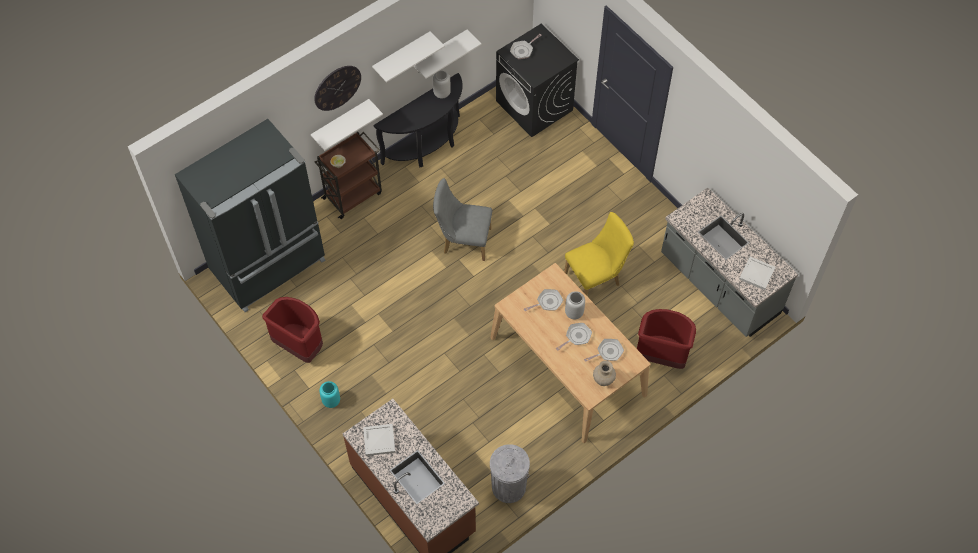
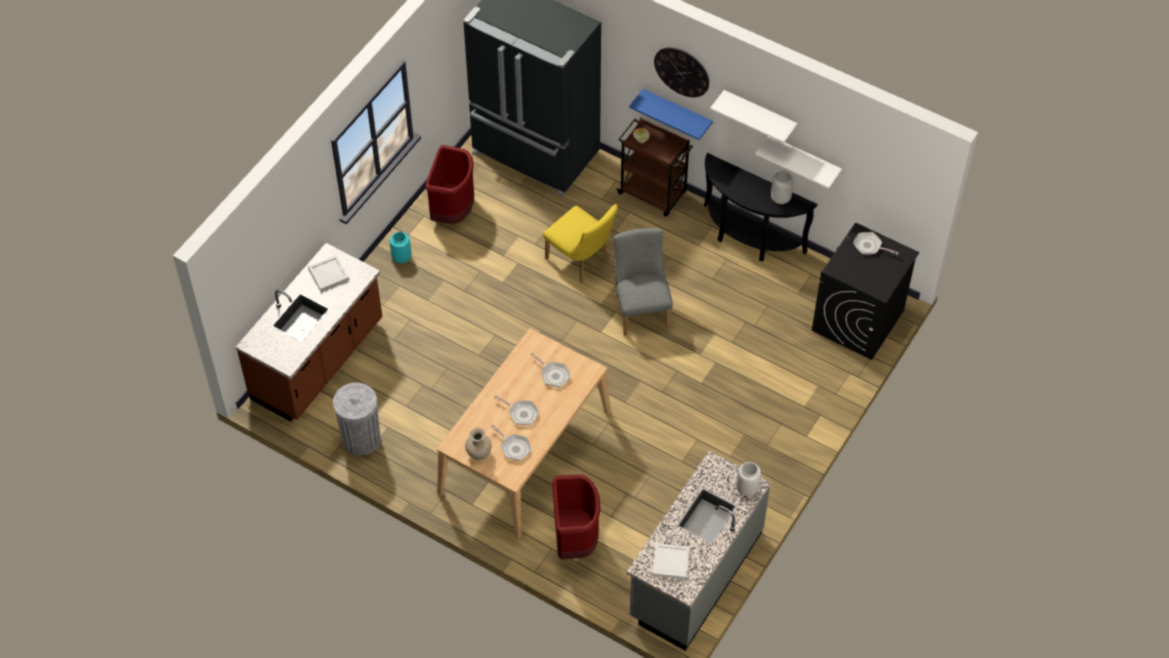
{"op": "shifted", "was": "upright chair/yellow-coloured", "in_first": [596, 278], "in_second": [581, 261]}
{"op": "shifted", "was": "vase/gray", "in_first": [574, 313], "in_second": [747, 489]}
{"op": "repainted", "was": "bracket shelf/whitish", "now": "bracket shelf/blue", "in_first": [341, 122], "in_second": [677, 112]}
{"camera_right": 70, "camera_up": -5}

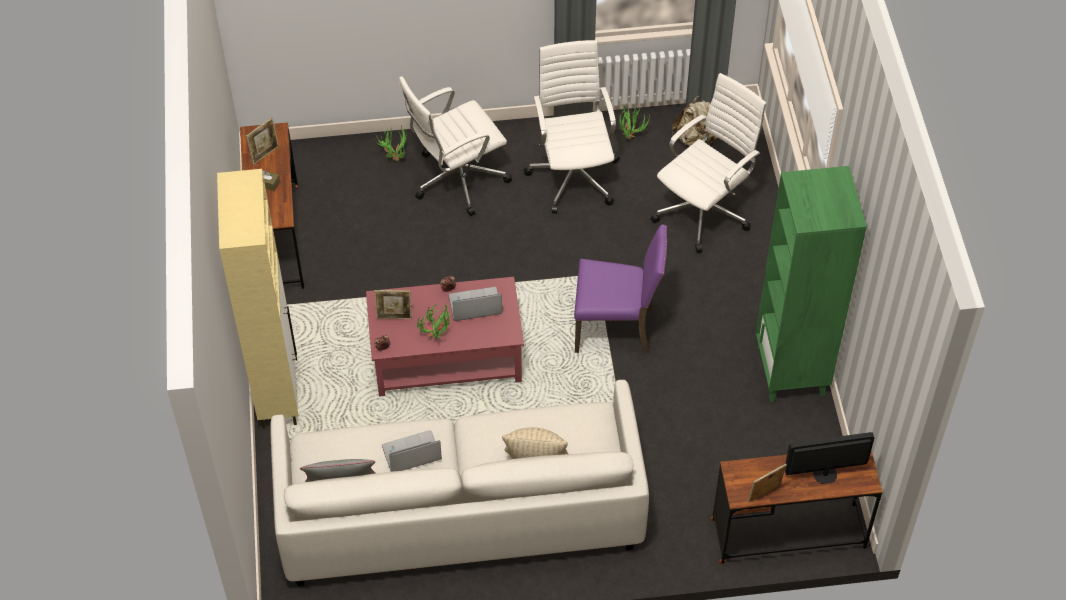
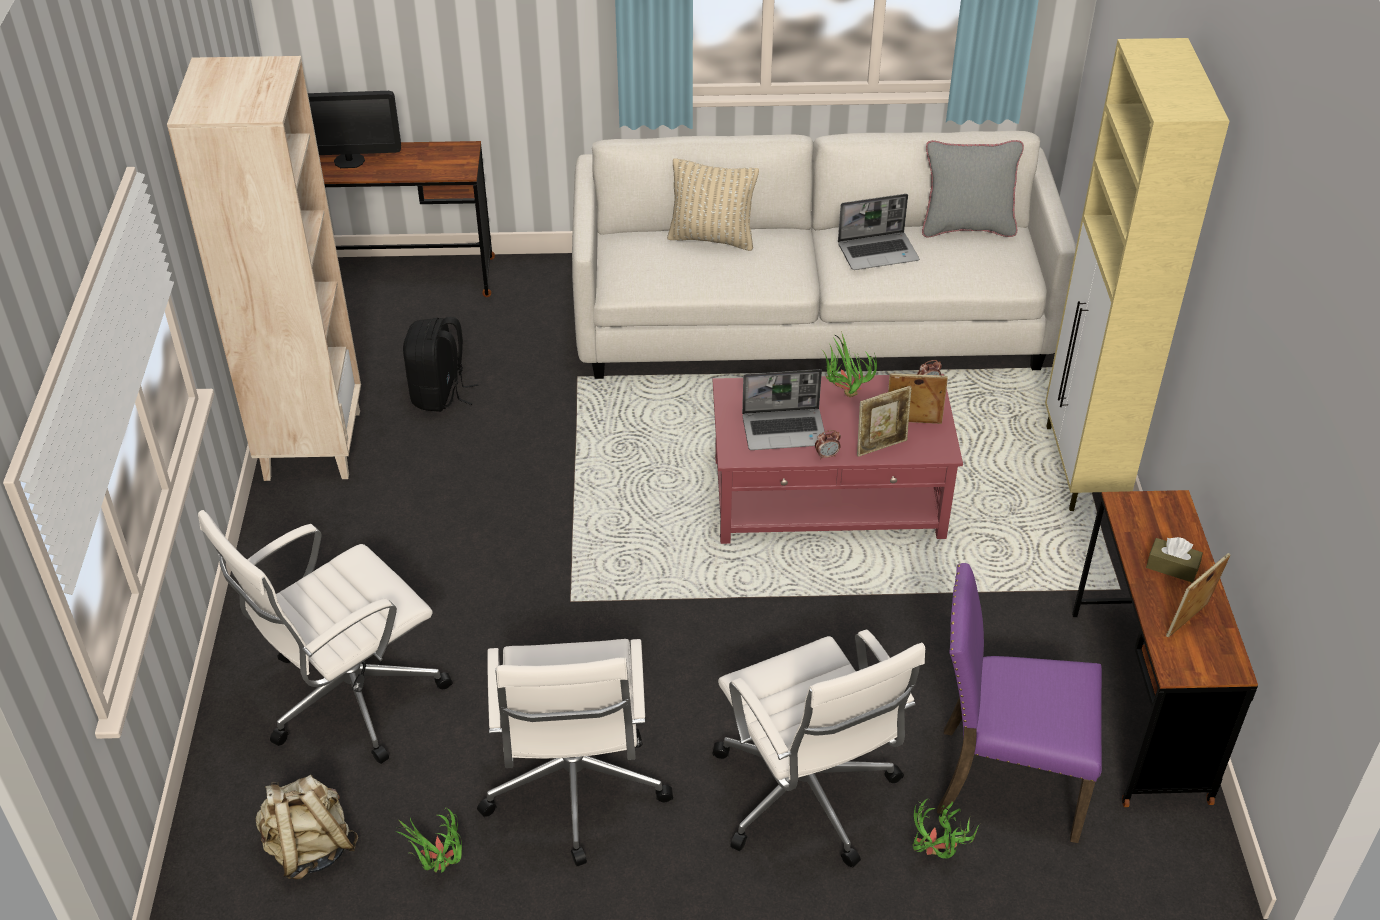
{"op": "new", "now": "knapsack/black-coloured", "in_second": [440, 394]}
{"op": "shifted", "was": "upright chair/purplish", "in_first": [616, 328], "in_second": [1004, 779]}
{"op": "shifted", "was": "photo frame", "in_first": [764, 495], "in_second": [881, 446]}
{"op": "repainted", "was": "bookshelf/green-coloured", "now": "bookshelf/sand-coloured", "in_first": [791, 371], "in_second": [312, 444]}
{"op": "rotated", "was": "computer chair/whitish", "in_first": [457, 179], "in_second": [806, 796], "clockwise": 90}
{"camera_right": -175, "camera_up": -10}

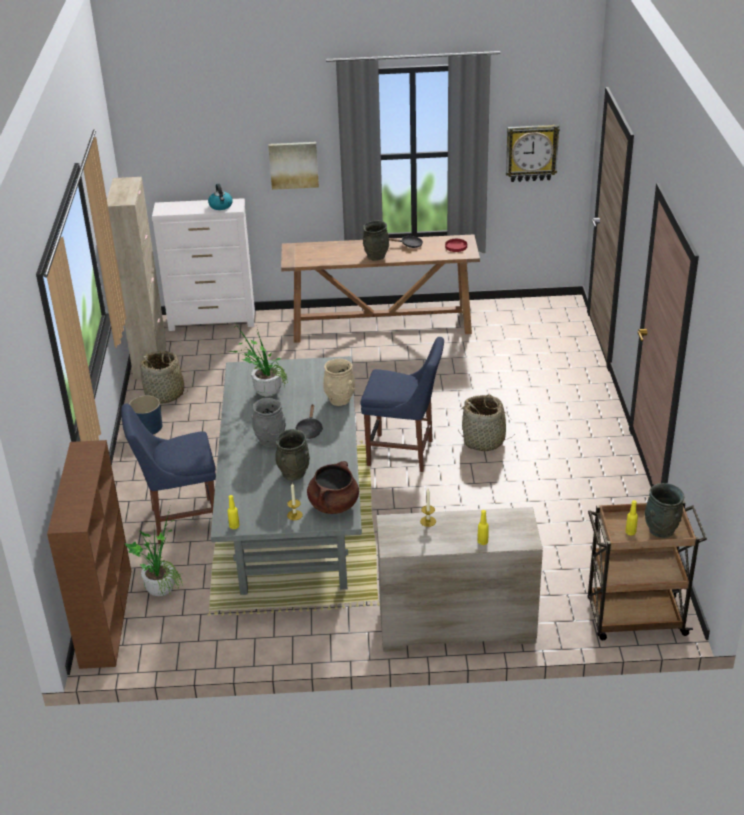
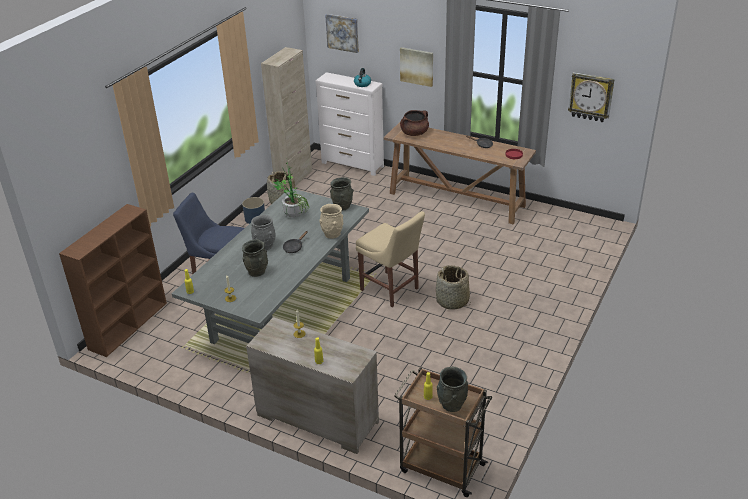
{"op": "gone", "was": "potted plant", "in_first": [161, 586]}
{"op": "new", "now": "picture", "in_second": [342, 33]}
{"op": "shifted", "was": "cooking pot/brown", "in_first": [334, 505], "in_second": [414, 133]}
{"op": "shifted", "was": "vase/gray", "in_first": [376, 256], "in_second": [342, 206]}
{"op": "repainted", "was": "upright chair/blue", "now": "upright chair/sand-coloured", "in_first": [404, 453], "in_second": [391, 290]}
{"camera_right": 30, "camera_up": 0}

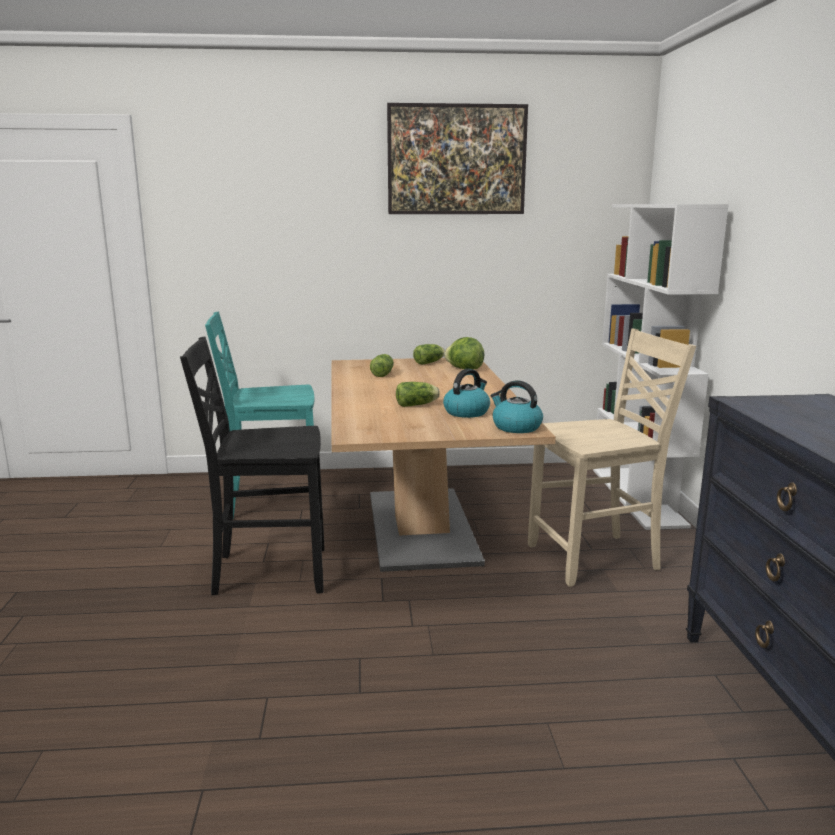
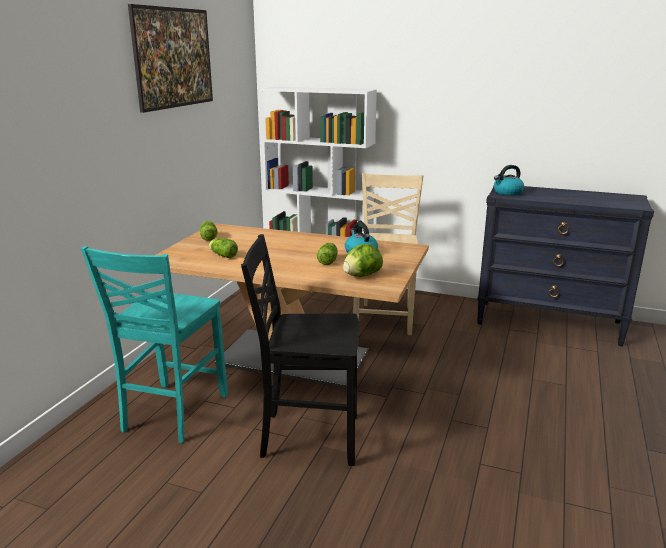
{"op": "shifted", "was": "lettuce", "in_first": [464, 369], "in_second": [362, 275]}
{"op": "shifted", "was": "kettle", "in_first": [515, 427], "in_second": [507, 193]}
{"op": "rotated", "was": "upright chair/black-coloured", "in_first": [268, 572], "in_second": [308, 436], "clockwise": 75}
{"camera_right": -65, "camera_up": 5}

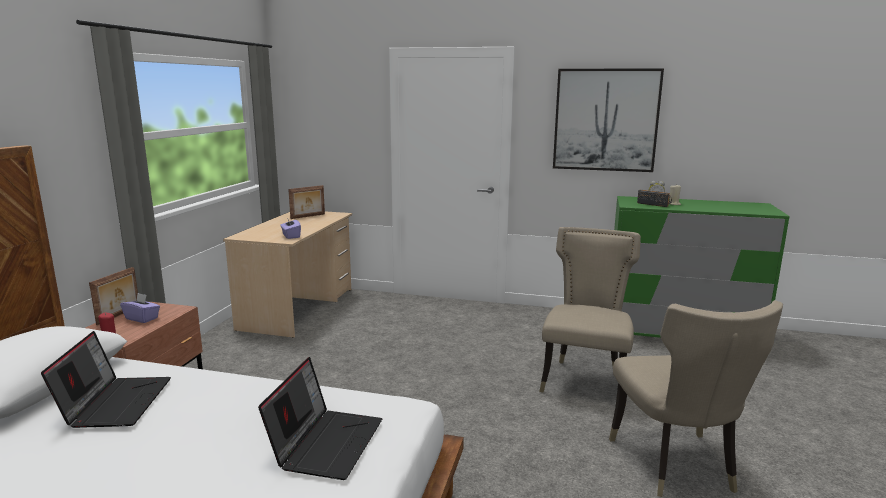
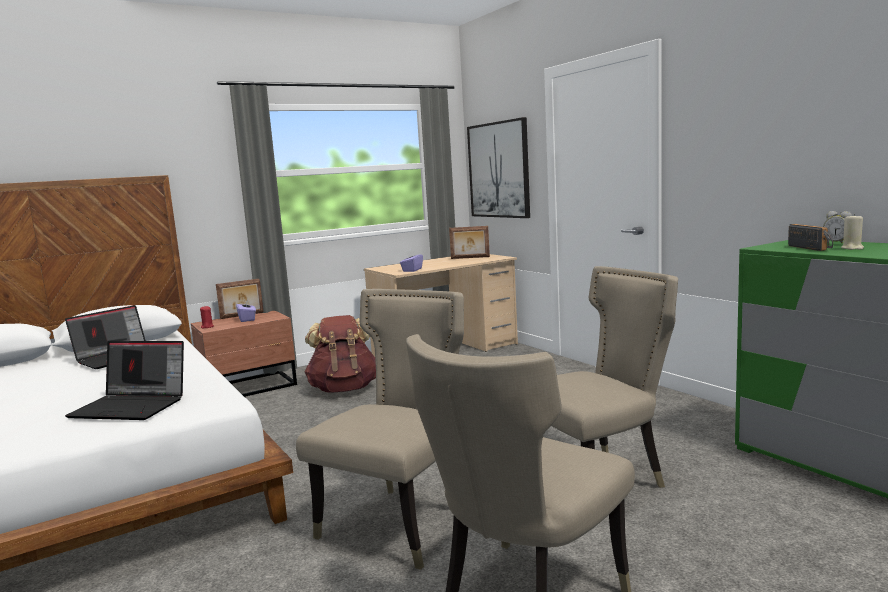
{"op": "new", "now": "upright chair/sand-coloured", "in_second": [400, 522]}
{"op": "new", "now": "knapsack/brown", "in_second": [344, 389]}
{"op": "shifted", "was": "picture", "in_first": [605, 120], "in_second": [499, 170]}
{"op": "rotated", "was": "laptop", "in_first": [326, 442], "in_second": [132, 406], "clockwise": 45}
{"camera_right": 45, "camera_up": -5}

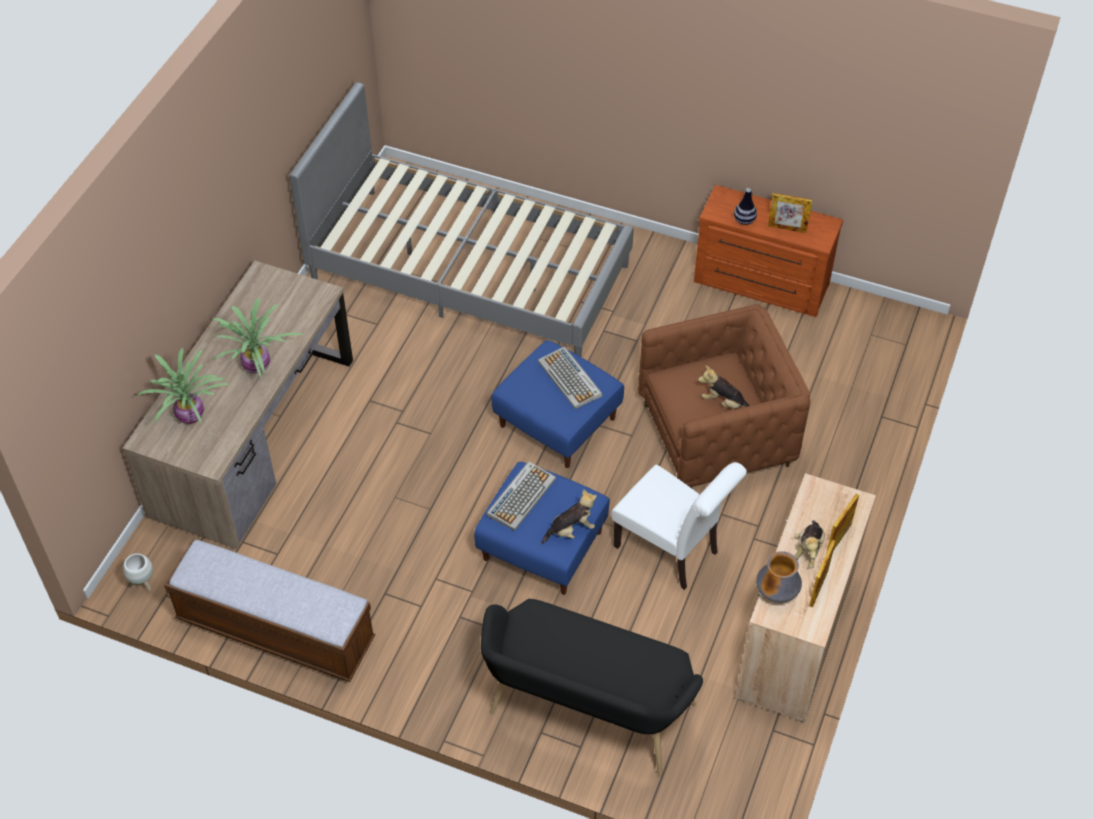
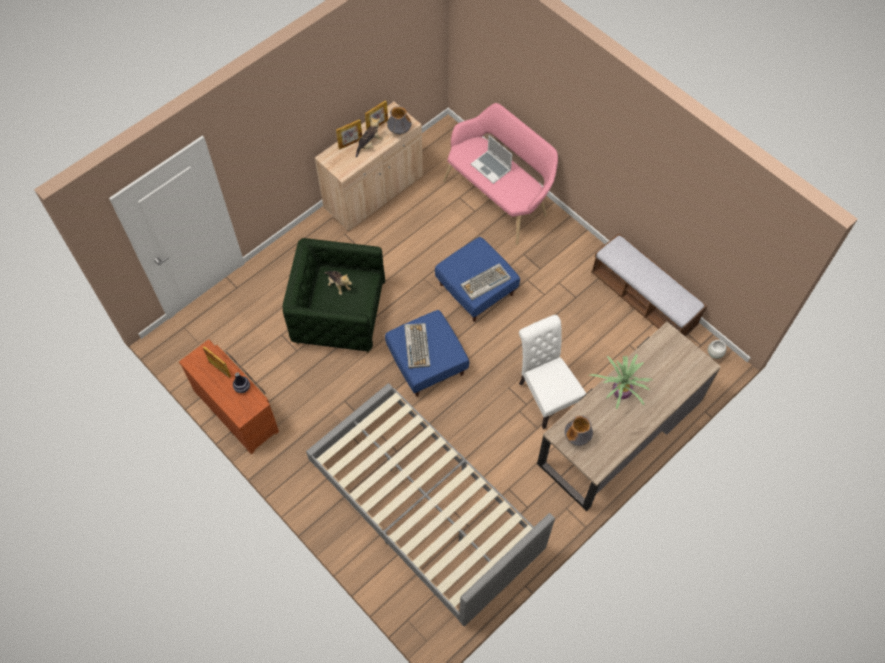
{"op": "gone", "was": "potted plant", "in_first": [191, 415]}
{"op": "gone", "was": "cuddly toy", "in_first": [571, 530]}
{"op": "new", "now": "laptop", "in_second": [491, 167]}
{"op": "new", "now": "vase", "in_second": [577, 437]}
{"op": "shifted", "was": "upright chair/whitish", "in_first": [672, 552], "in_second": [545, 394]}
{"op": "repainted", "was": "bench/black-coloured", "now": "bench/pink-coloured", "in_first": [585, 715], "in_second": [499, 196]}
{"op": "repainted", "was": "lounge chair/brown", "now": "lounge chair/green-coloured", "in_first": [715, 435], "in_second": [339, 315]}
{"camera_right": -155, "camera_up": 10}

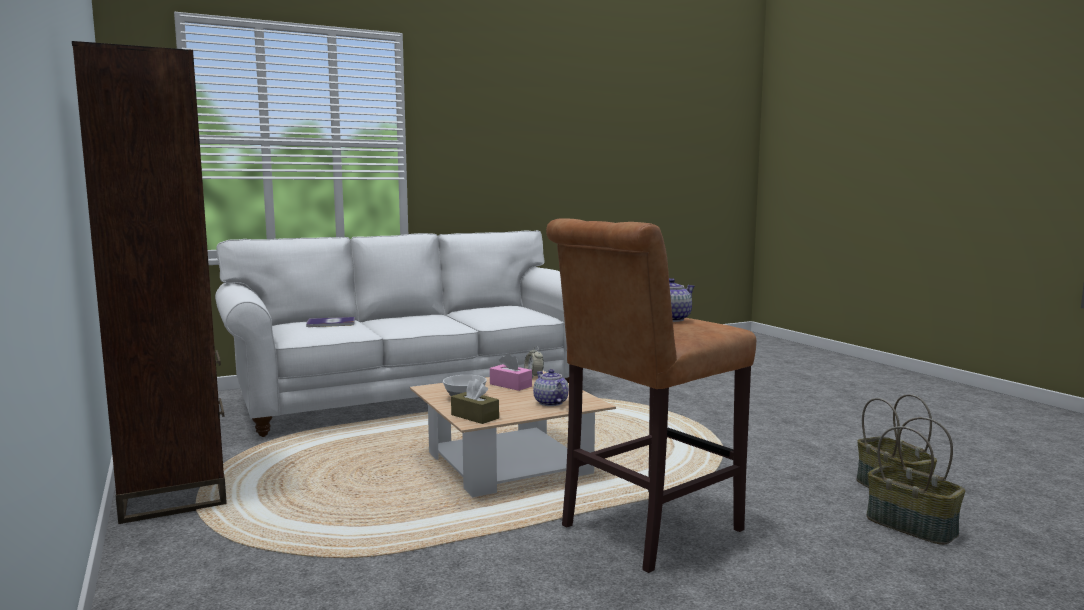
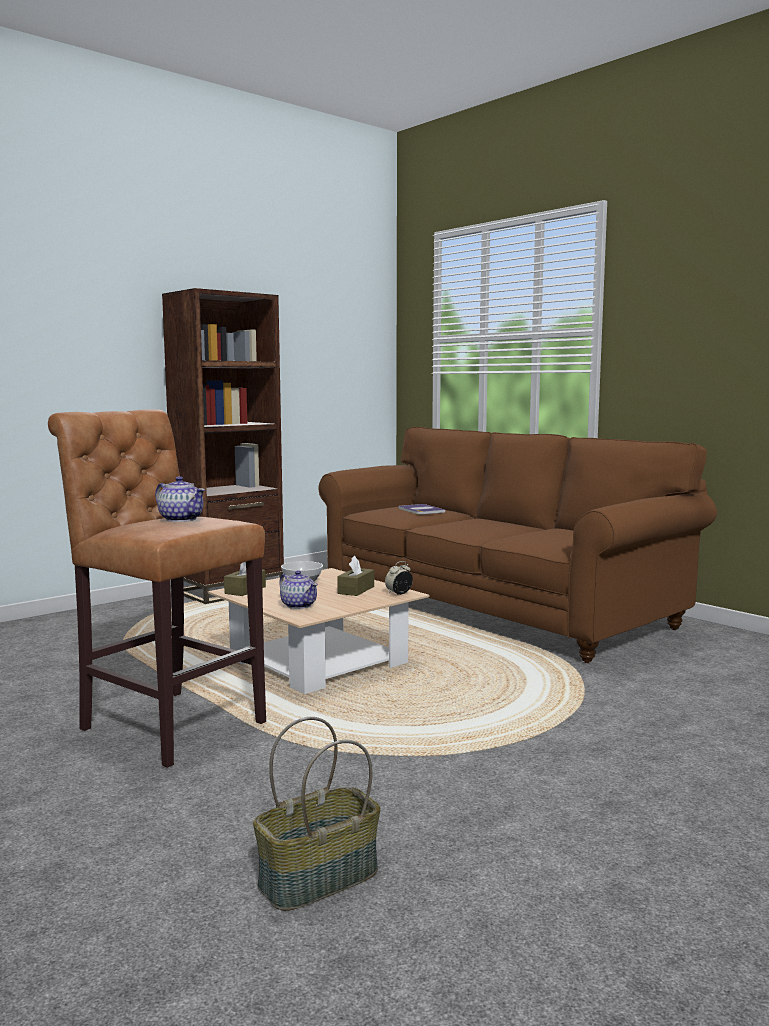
{"op": "gone", "was": "household basket", "in_first": [912, 526]}
{"op": "repainted", "was": "sofa/whitish", "now": "sofa/brown", "in_first": [412, 395], "in_second": [493, 607]}
{"op": "repainted", "was": "tissue holder/pink-coloured", "now": "tissue holder/brown", "in_first": [510, 385], "in_second": [356, 590]}
{"op": "rotated", "was": "tea pot", "in_first": [550, 403], "in_second": [298, 605], "clockwise": 90}
{"camera_right": 75, "camera_up": 0}

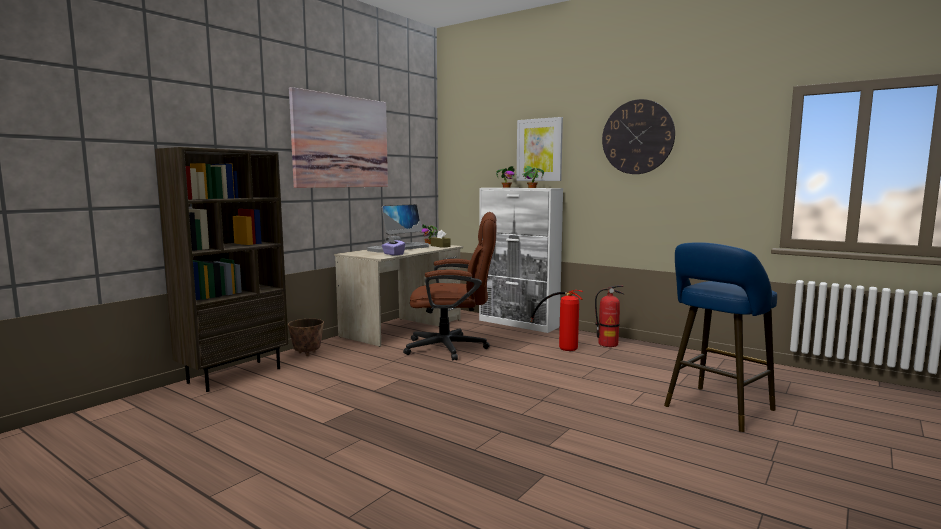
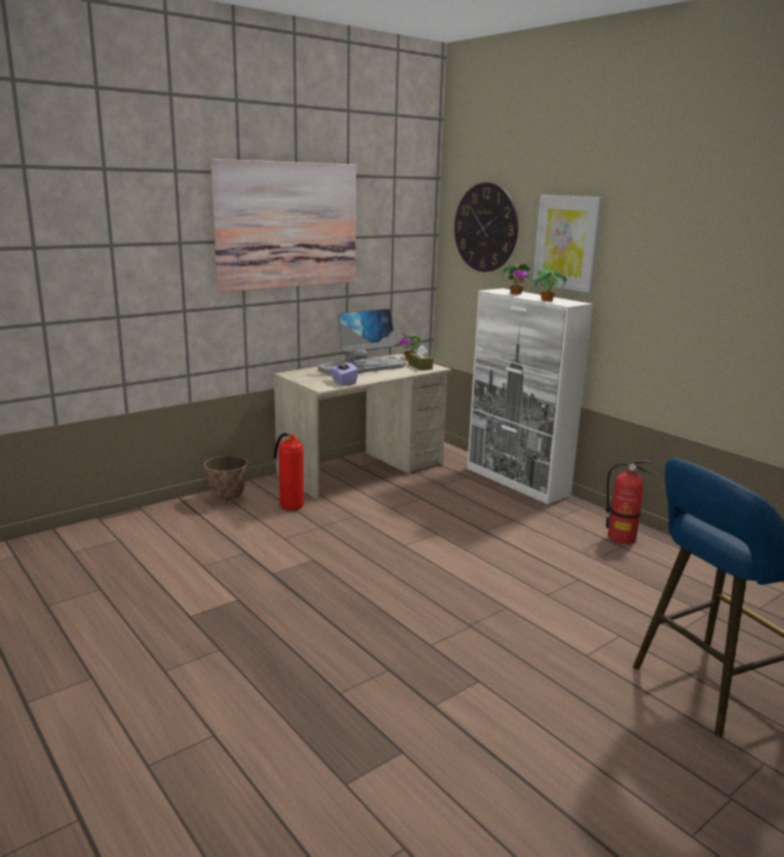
{"op": "gone", "was": "bookshelf/brown", "in_first": [235, 375]}
{"op": "gone", "was": "computer chair/brown", "in_first": [454, 348]}
{"op": "shifted", "was": "extinguisher", "in_first": [560, 346], "in_second": [288, 500]}
{"op": "shifted", "was": "clock on the wall", "in_first": [637, 137], "in_second": [485, 227]}
{"camera_right": 15, "camera_up": 10}

